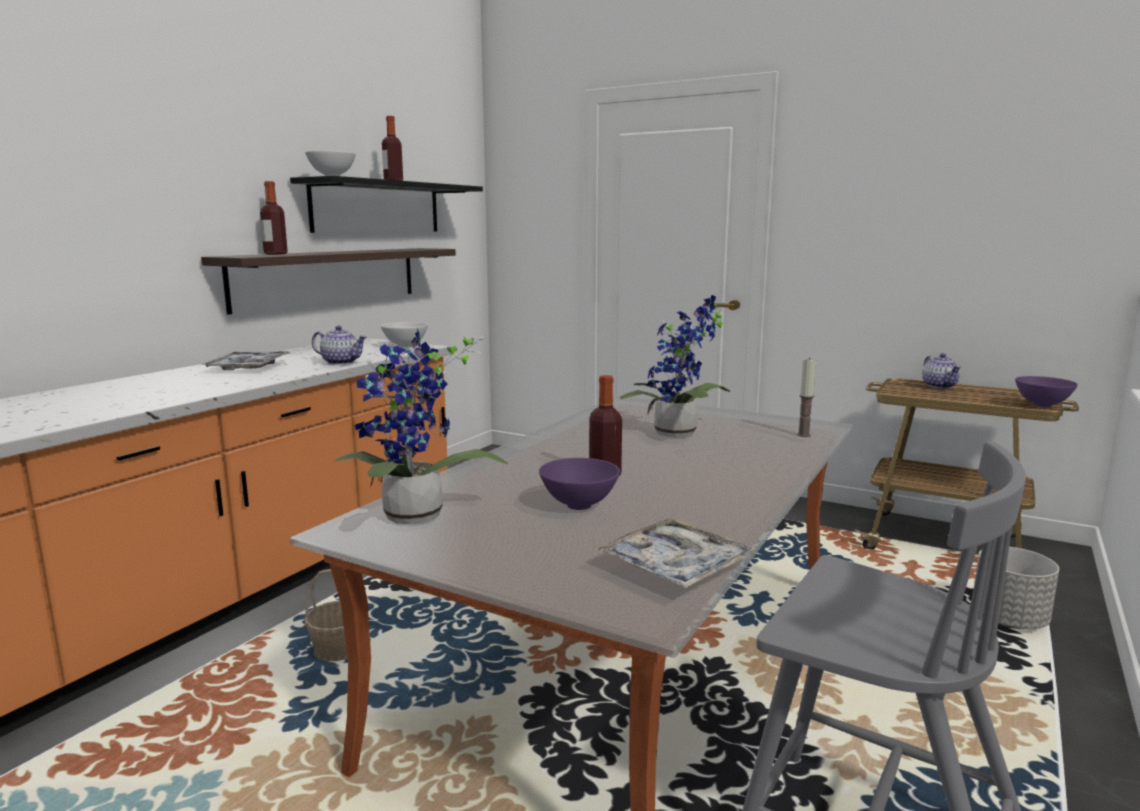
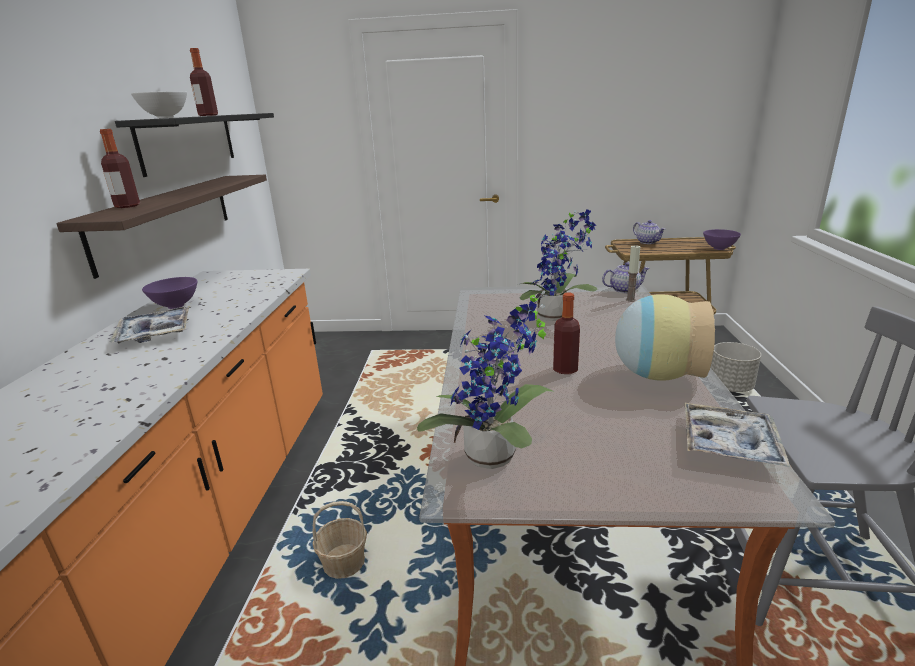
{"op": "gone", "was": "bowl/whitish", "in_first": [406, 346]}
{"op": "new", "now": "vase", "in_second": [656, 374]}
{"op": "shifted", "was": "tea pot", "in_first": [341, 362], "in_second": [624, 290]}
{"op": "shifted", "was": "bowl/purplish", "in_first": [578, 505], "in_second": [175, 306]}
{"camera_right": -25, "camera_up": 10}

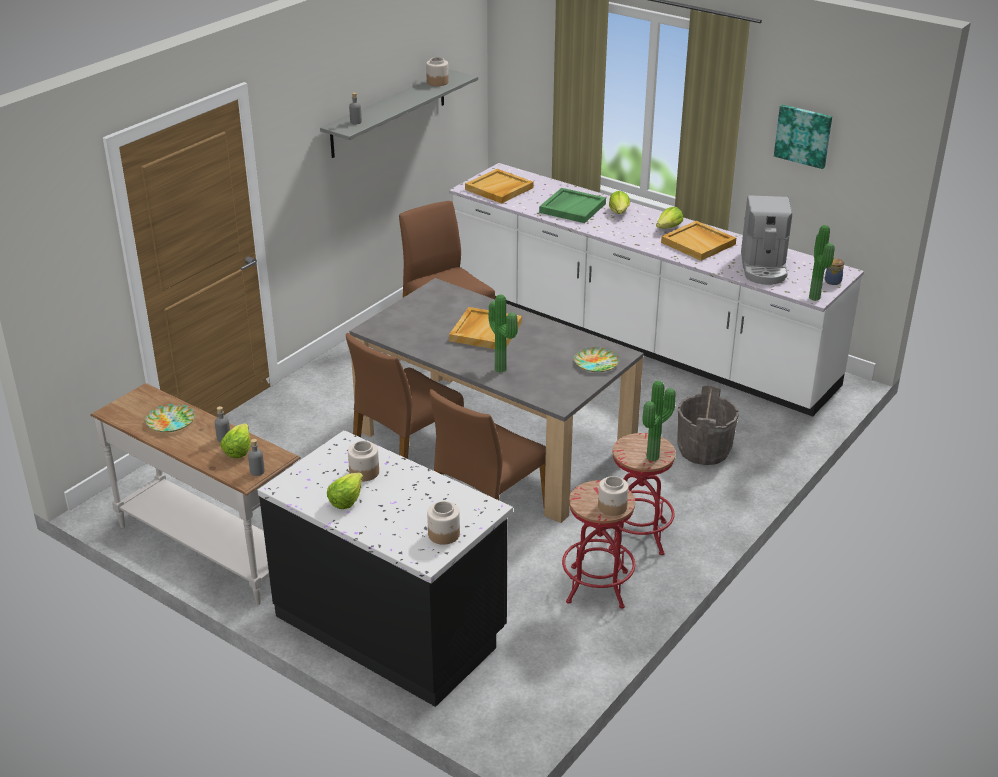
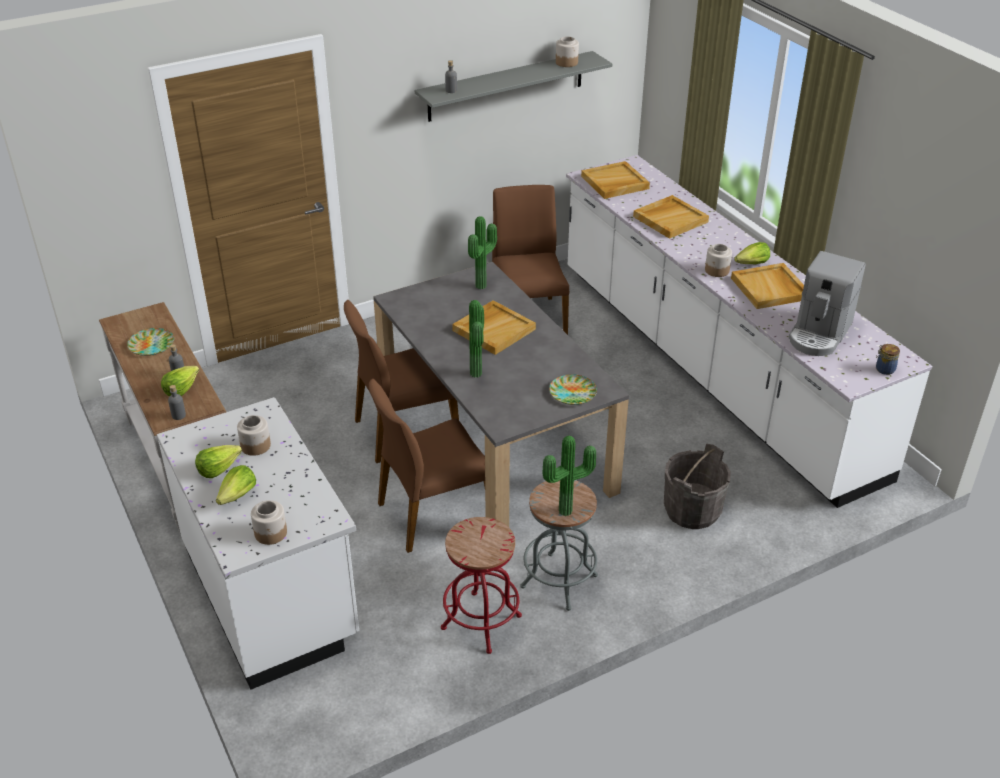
{"op": "gone", "was": "picture", "in_first": [803, 135]}
{"op": "shifted", "was": "jar", "in_first": [612, 507], "in_second": [717, 271]}
{"op": "shifted", "was": "lettuce", "in_first": [619, 212], "in_second": [238, 495]}
{"op": "shifted", "was": "potted plant", "in_first": [816, 298], "in_second": [483, 286]}
{"op": "repainted", "was": "kitchen base unit/black-coloured", "now": "kitchen base unit/whitish", "in_first": [391, 625], "in_second": [272, 594]}
{"op": "repainted", "was": "serving tray/green-coloured", "now": "serving tray/sand-coloured", "in_first": [572, 208], "in_second": [670, 219]}
{"op": "repainted", "was": "stool/red", "now": "stool/gray", "in_first": [637, 535], "in_second": [559, 581]}
{"camera_right": 25, "camera_up": 5}

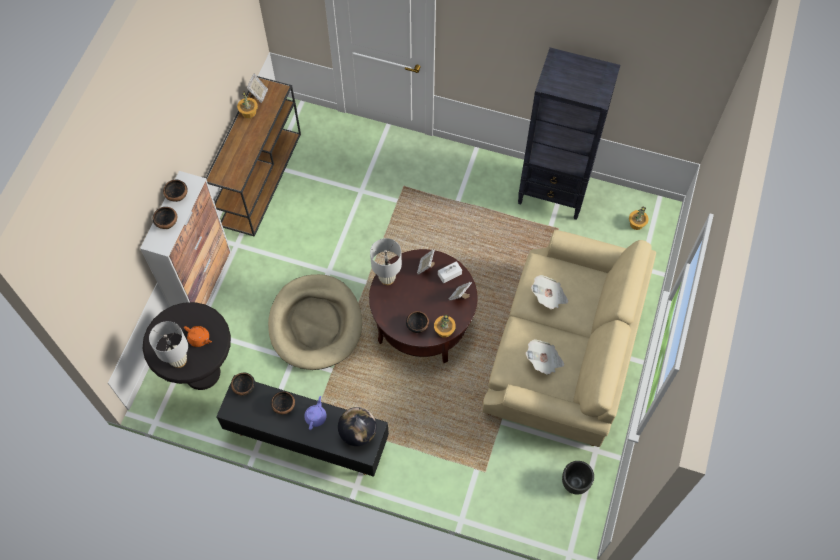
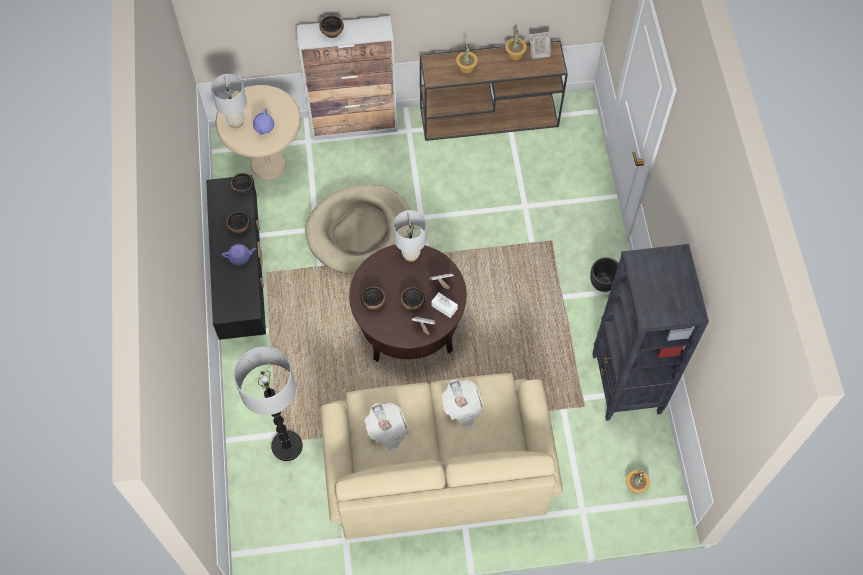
{"op": "gone", "was": "globe", "in_first": [358, 432]}
{"op": "new", "now": "floor lamp", "in_second": [286, 446]}
{"op": "shifted", "was": "bowl", "in_first": [177, 195], "in_second": [413, 302]}
{"op": "shifted", "was": "potted plant", "in_first": [444, 330], "in_second": [466, 67]}
{"op": "shifted", "was": "flower pot/black-coloured", "in_first": [575, 483], "in_second": [602, 283]}
{"op": "repainted", "was": "accent table/black-coloured", "now": "accent table/sand-coloured", "in_first": [202, 373], "in_second": [268, 164]}
{"op": "repainted", "was": "tea pot/orange-coloured", "now": "tea pot/purplish", "in_first": [199, 339], "in_second": [264, 127]}
{"camera_right": 65, "camera_up": 0}

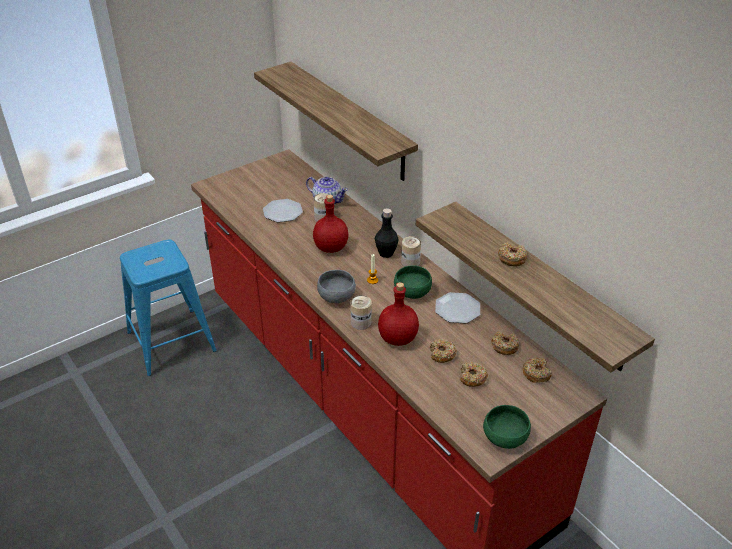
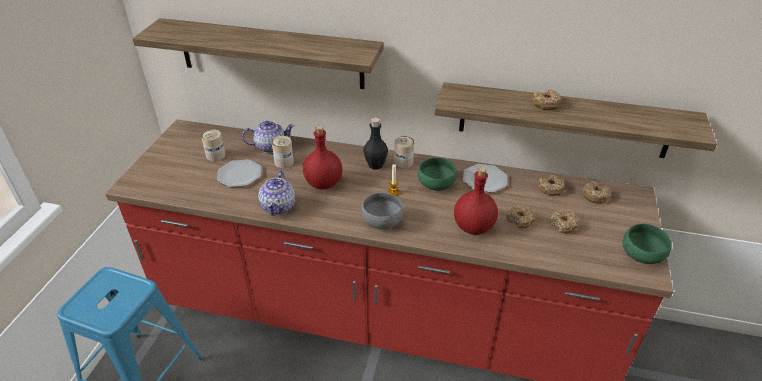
{"op": "new", "now": "tea pot", "in_second": [279, 206]}
{"op": "shifted", "was": "metal can", "in_first": [361, 322], "in_second": [215, 155]}
{"camera_right": -40, "camera_up": 0}

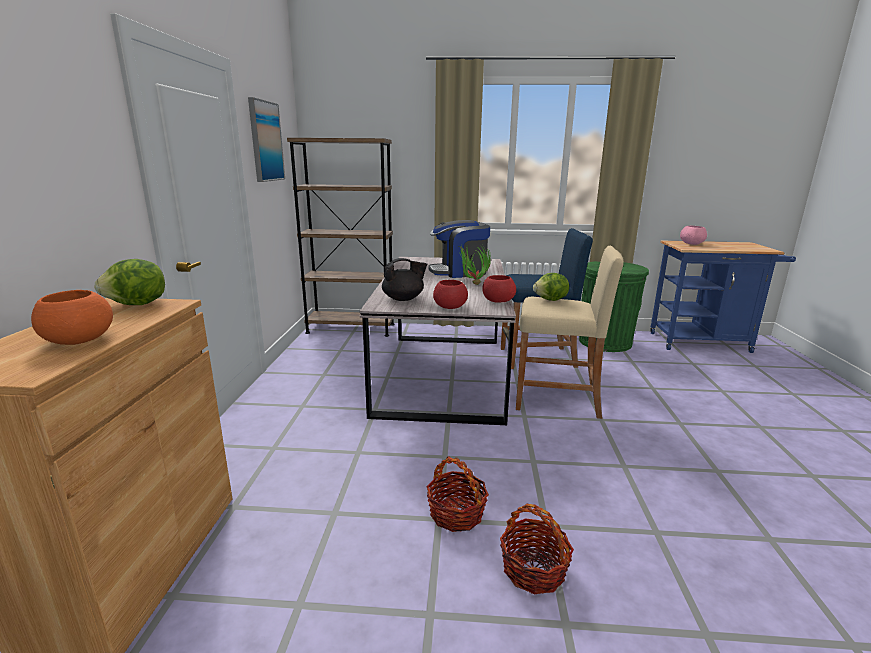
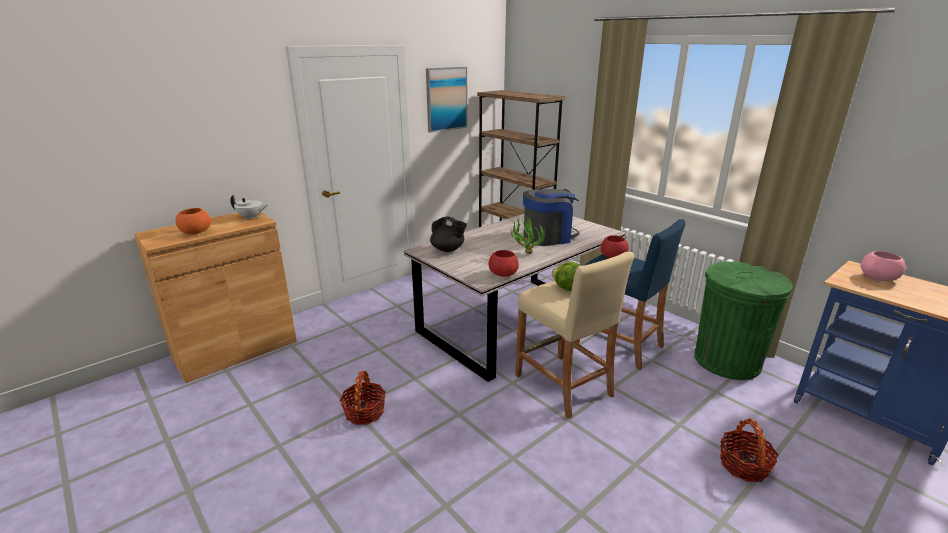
{"op": "shifted", "was": "bowl/red", "in_first": [450, 307], "in_second": [612, 257]}
{"op": "shifted", "was": "household basket", "in_first": [534, 569], "in_second": [743, 465]}
{"op": "swapped", "was": "lettuce", "now": "tea pot/whitish", "in_first": [138, 305], "in_second": [251, 217]}
{"op": "rotated", "was": "coffee brewer", "in_first": [459, 272], "in_second": [548, 237], "clockwise": 120}
{"camera_right": 45, "camera_up": 5}

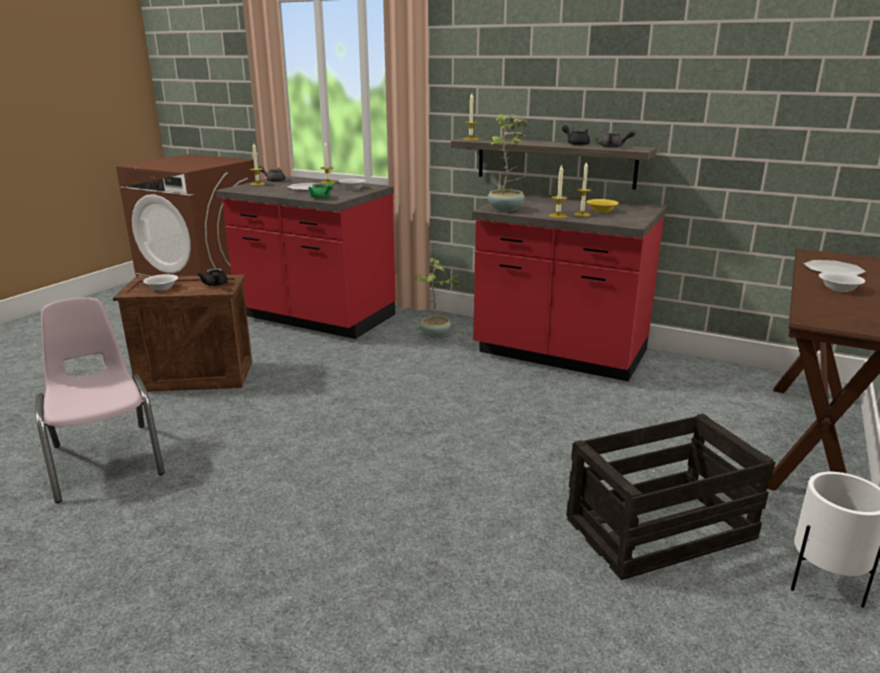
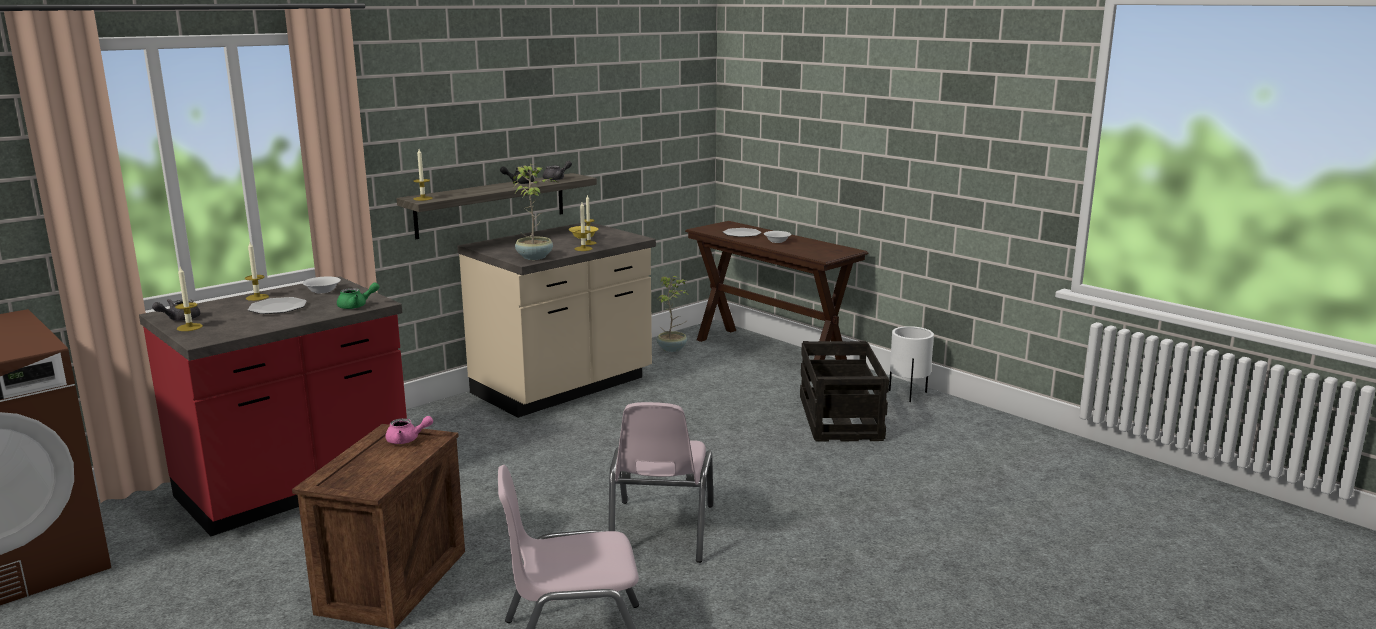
{"op": "gone", "was": "bowl/whitish", "in_first": [162, 287]}
{"op": "new", "now": "upright chair/pink-coloured", "in_second": [660, 531]}
{"op": "shifted", "was": "potted plant", "in_first": [435, 334], "in_second": [672, 349]}
{"op": "repainted", "was": "tea pot/black-coloured", "now": "tea pot/pink-coloured", "in_first": [215, 285], "in_second": [407, 440]}
{"op": "repainted", "was": "kitchen base unit/red", "now": "kitchen base unit/sand-coloured", "in_first": [560, 354], "in_second": [563, 387]}
{"camera_right": -70, "camera_up": -5}

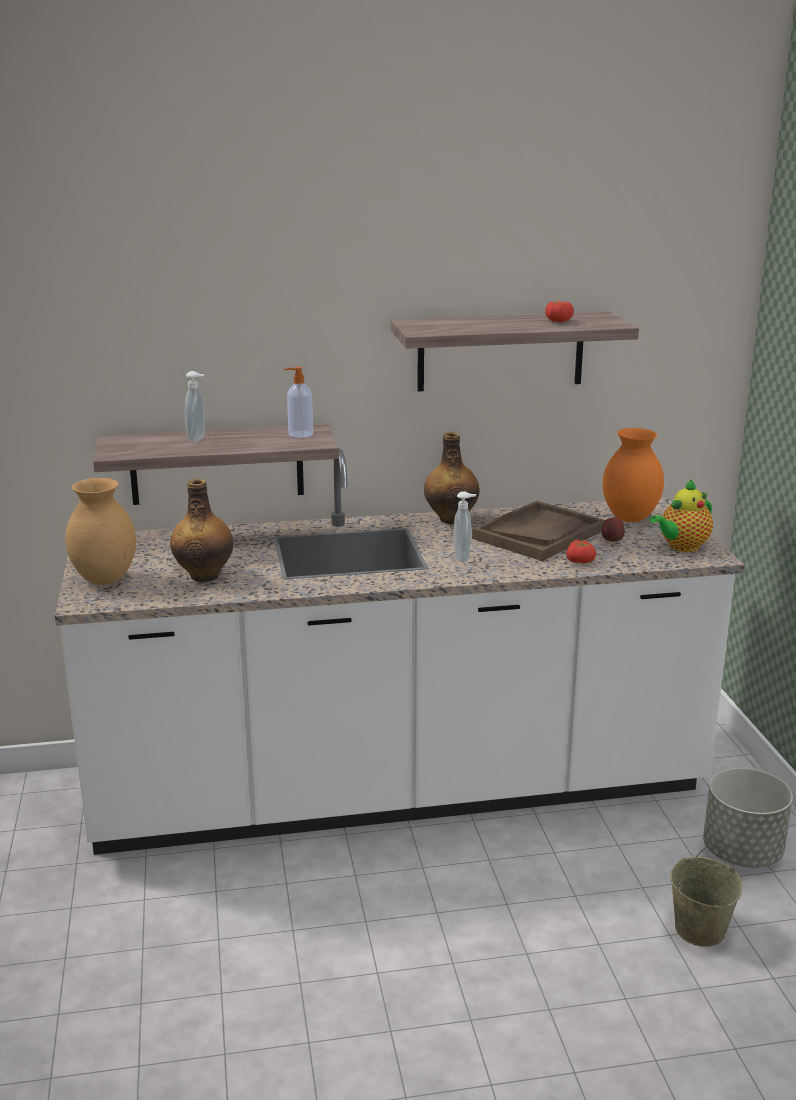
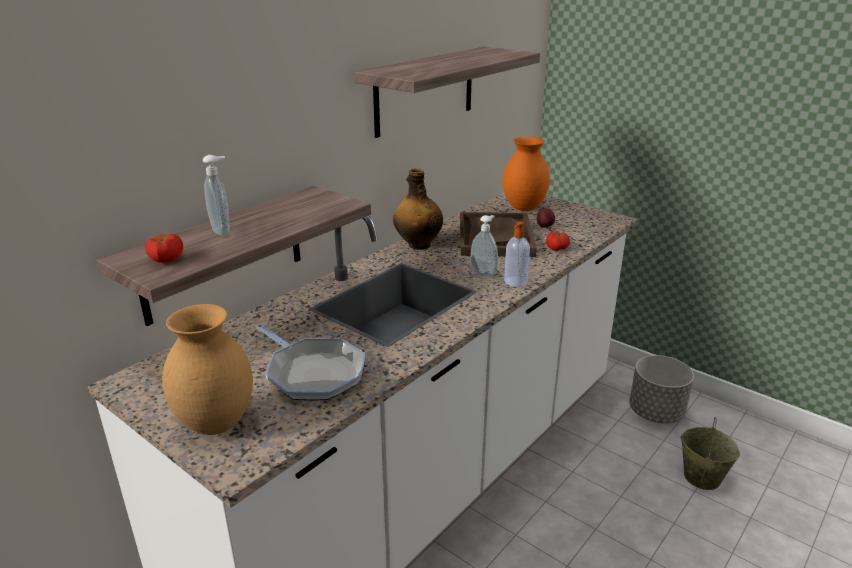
{"op": "gone", "was": "tea pot", "in_first": [681, 547]}
{"op": "shifted", "was": "liquid soap bottle", "in_first": [299, 434], "in_second": [515, 282]}
{"op": "shifted", "was": "tomato", "in_first": [557, 321], "in_second": [165, 259]}
{"op": "swapped", "was": "drink bottle", "now": "frying pan", "in_first": [204, 575], "in_second": [312, 373]}
{"camera_right": -40, "camera_up": 5}

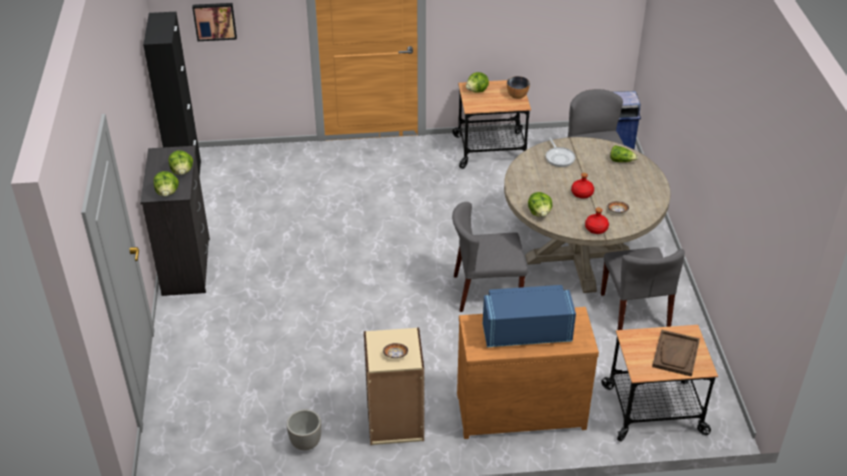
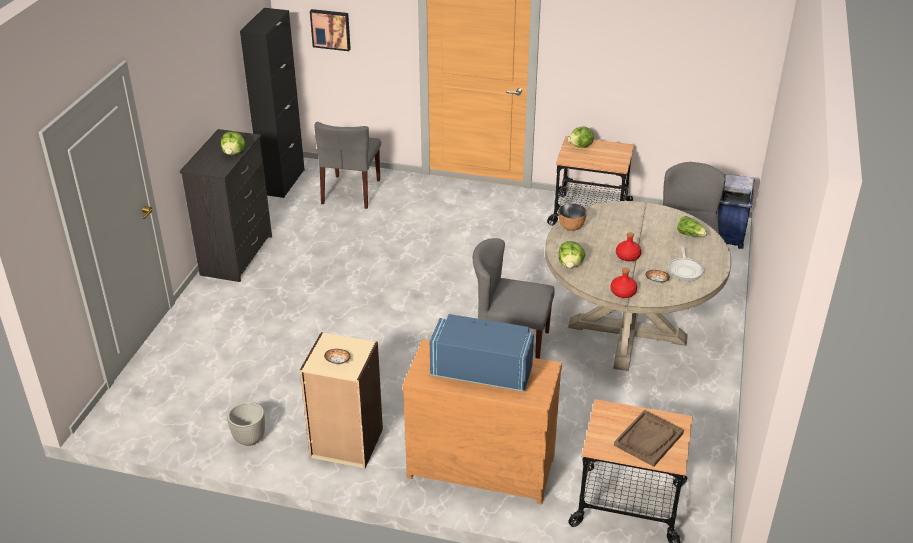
{"op": "gone", "was": "lettuce", "in_first": [167, 193]}
{"op": "shifted", "was": "bowl", "in_first": [517, 96], "in_second": [571, 227]}
{"op": "shifted", "was": "frying pan", "in_first": [559, 157], "in_second": [685, 270]}
{"op": "shifted", "was": "upright chair/gray", "in_first": [635, 312], "in_second": [351, 192]}
{"camera_right": 20, "camera_up": -5}

